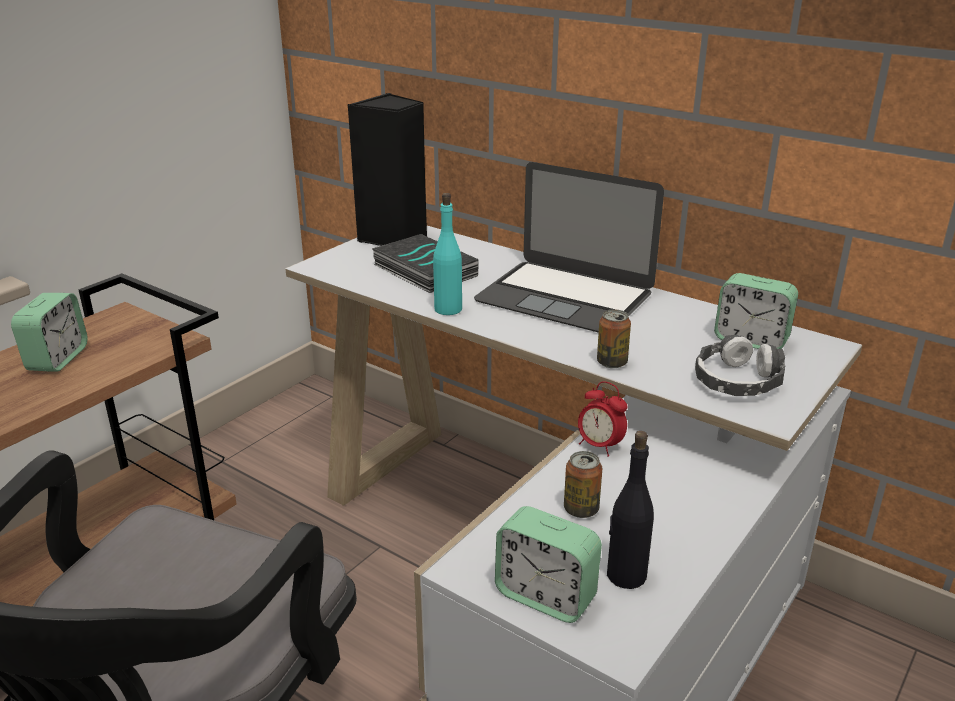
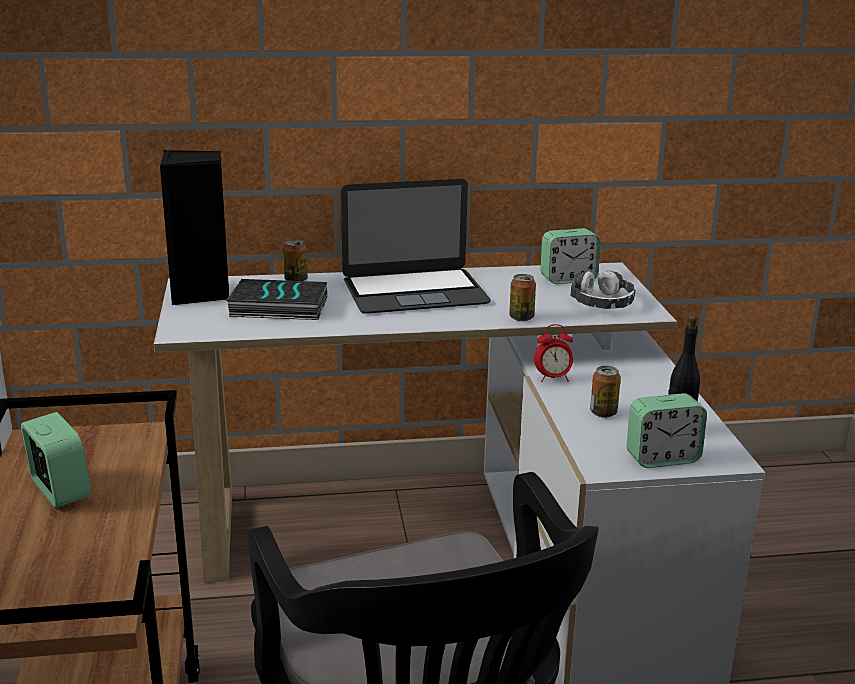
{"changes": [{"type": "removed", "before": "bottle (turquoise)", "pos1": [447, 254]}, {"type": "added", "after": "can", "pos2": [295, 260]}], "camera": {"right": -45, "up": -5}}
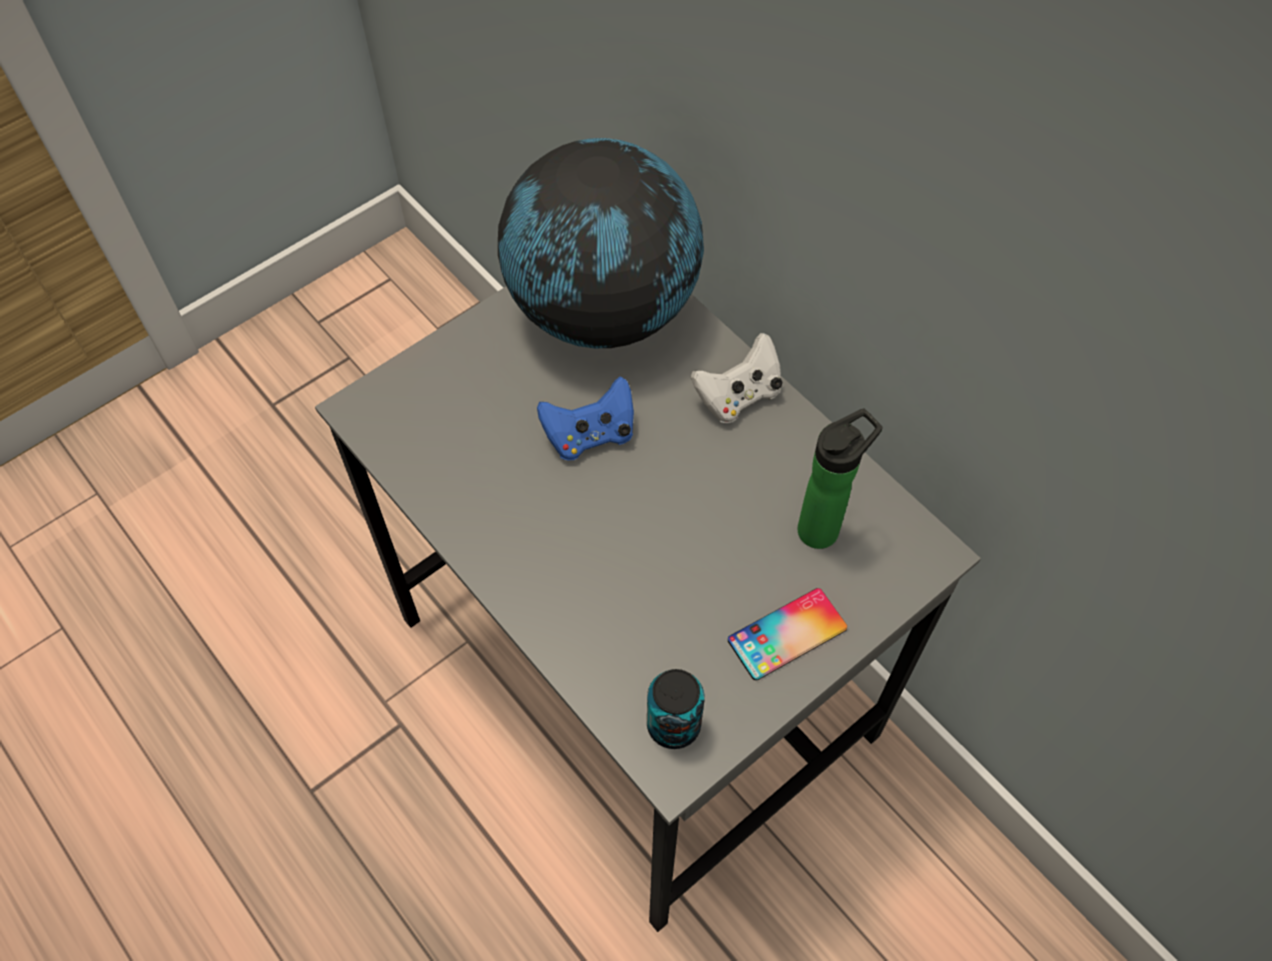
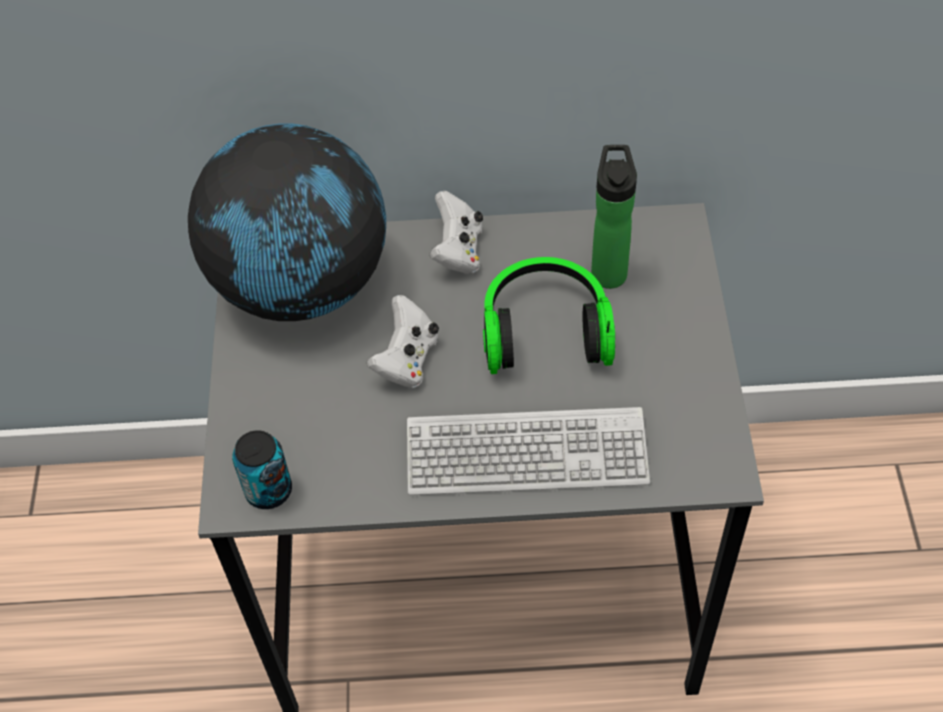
{"changes": [{"type": "removed", "before": "phone", "pos1": [787, 634]}, {"type": "added", "after": "keyboard", "pos2": [528, 451]}, {"type": "added", "after": "headphones", "pos2": [549, 315]}, {"type": "moved", "before": "can", "pos1": [676, 709], "pos2": [262, 469]}, {"type": "recoloured", "before": "game controller (blue)", "after": "game controller (white)", "pos1": [585, 418], "pos2": [402, 341]}], "camera": {"right": -50, "up": -5}}
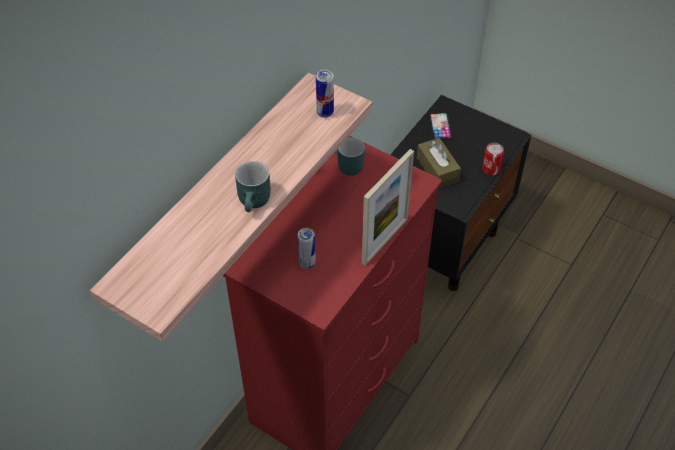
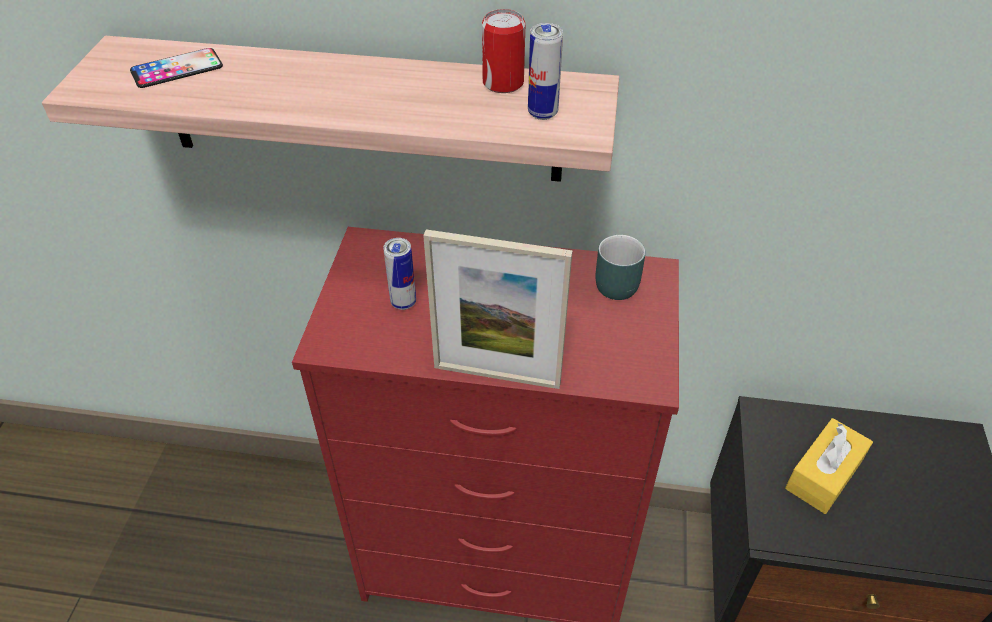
{"changes": [{"type": "removed", "before": "mug (turquoise)", "pos1": [253, 186]}, {"type": "moved", "before": "phone", "pos1": [441, 126], "pos2": [176, 68]}, {"type": "moved", "before": "can", "pos1": [493, 159], "pos2": [503, 51]}, {"type": "recoloured", "before": "tissue box (brown)", "after": "tissue box (yellow)", "pos1": [439, 163], "pos2": [829, 466]}], "camera": {"right": 65, "up": -5}}
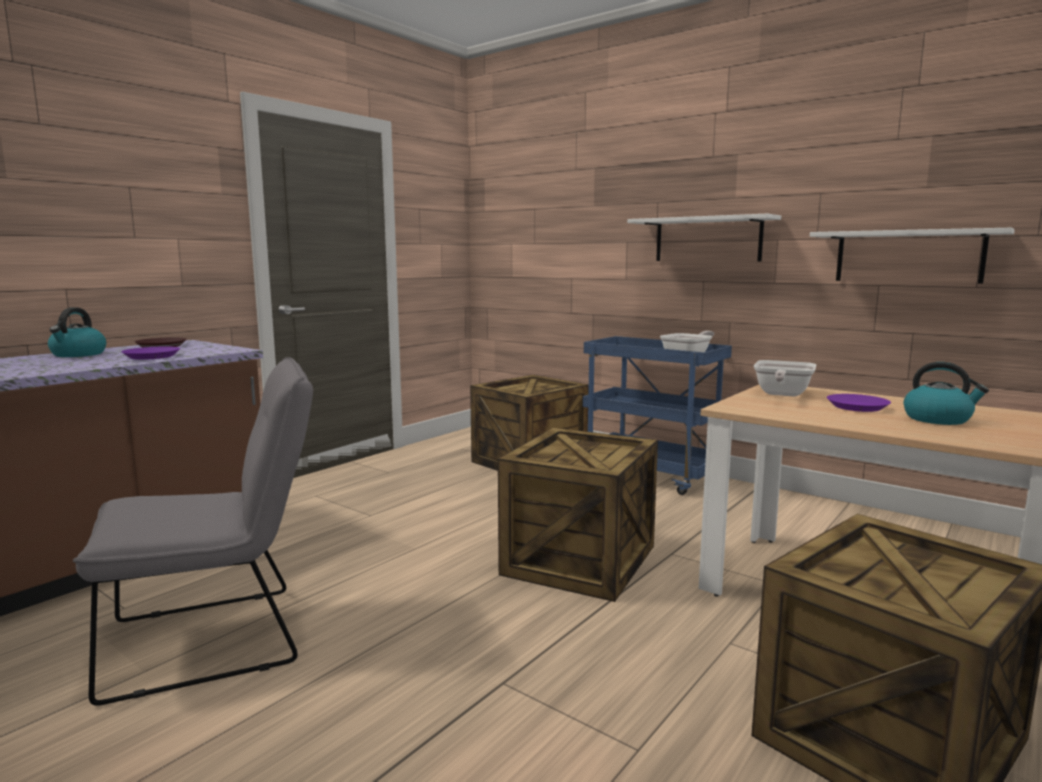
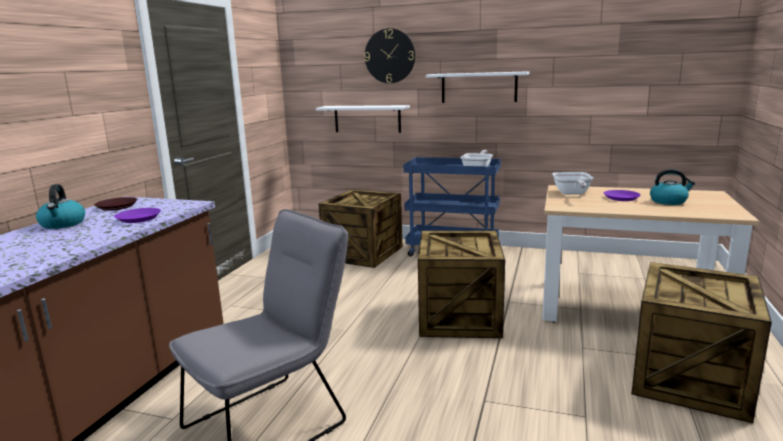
{"changes": [{"type": "added", "after": "wall clock", "pos2": [389, 55]}, {"type": "moved", "before": "shelf (white)", "pos1": [912, 256], "pos2": [363, 119]}], "camera": {"right": -20, "up": 5}}
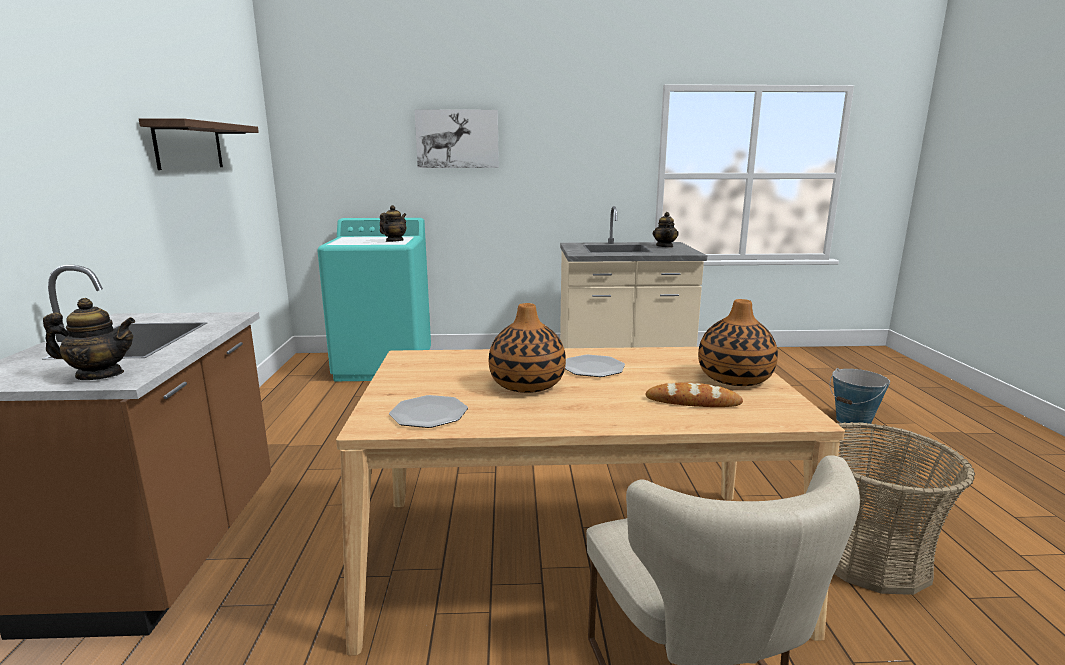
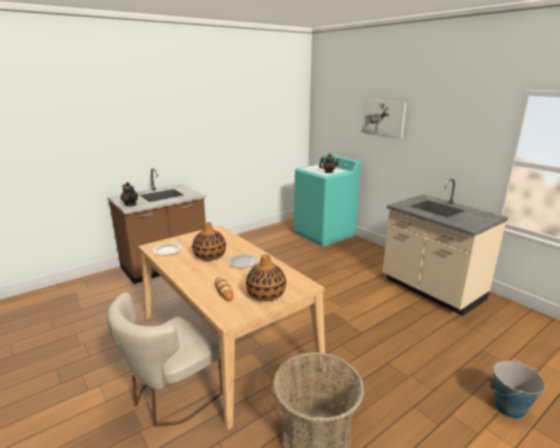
{"changes": [{"type": "removed", "before": "shelf", "pos1": [199, 144]}, {"type": "removed", "before": "teapot", "pos1": [666, 229]}], "camera": {"right": 55, "up": 5}}
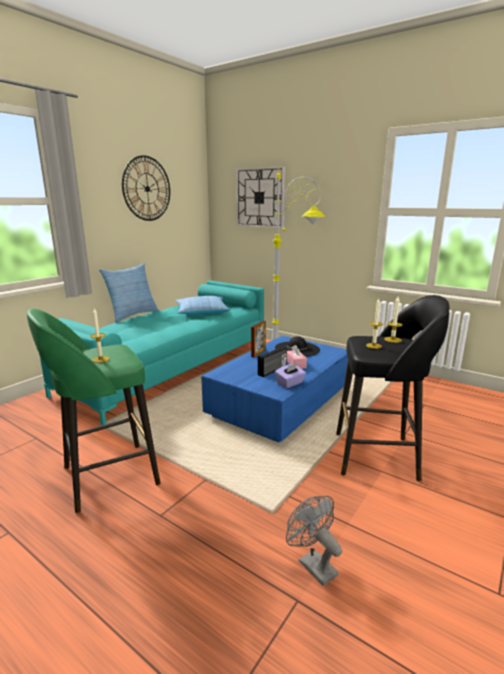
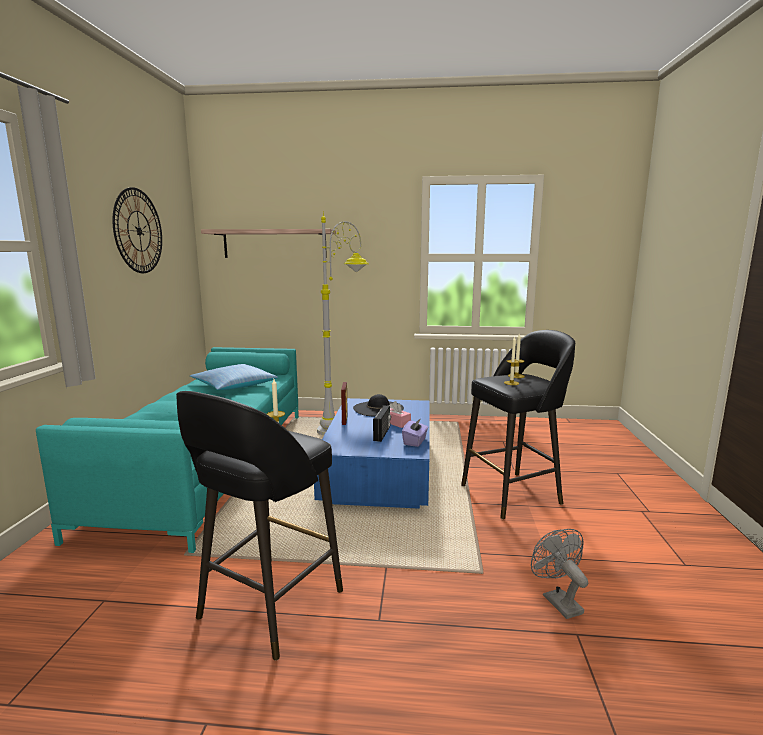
{"changes": [{"type": "removed", "before": "pillow", "pos1": [129, 293]}, {"type": "replaced", "before": "wall clock", "after": "shelf", "pos1": [260, 197], "pos2": [268, 243]}, {"type": "recoloured", "before": "stool (green)", "after": "stool (black)", "pos1": [94, 411], "pos2": [259, 525]}, {"type": "turned", "before": "fan (grey)", "pos1": [314, 541], "pos2": [559, 574], "turn": 45}], "camera": {"right": -30, "up": -5}}
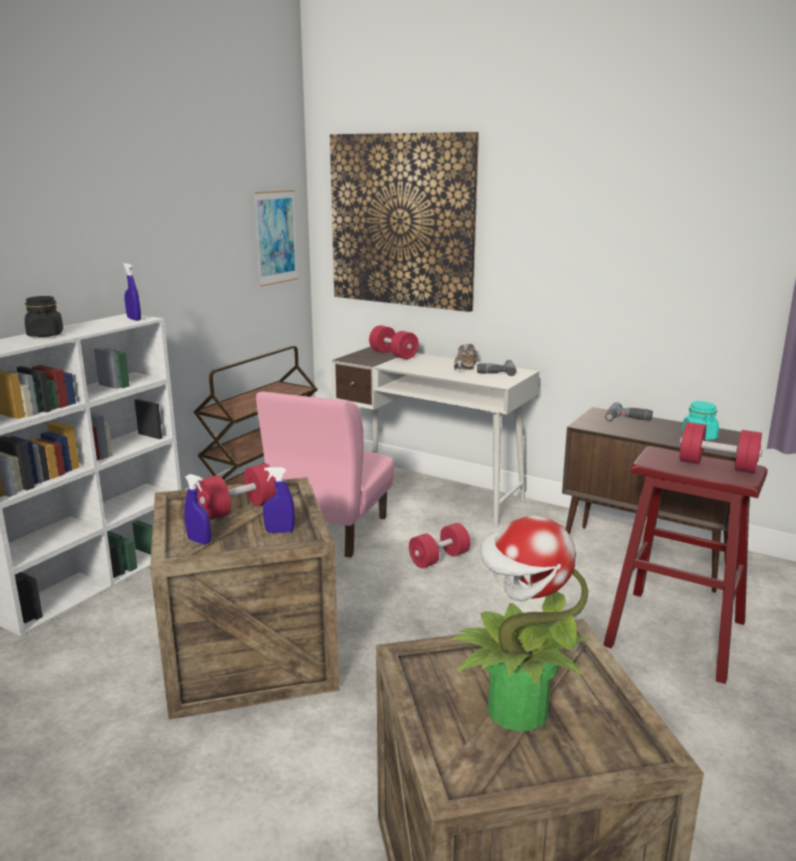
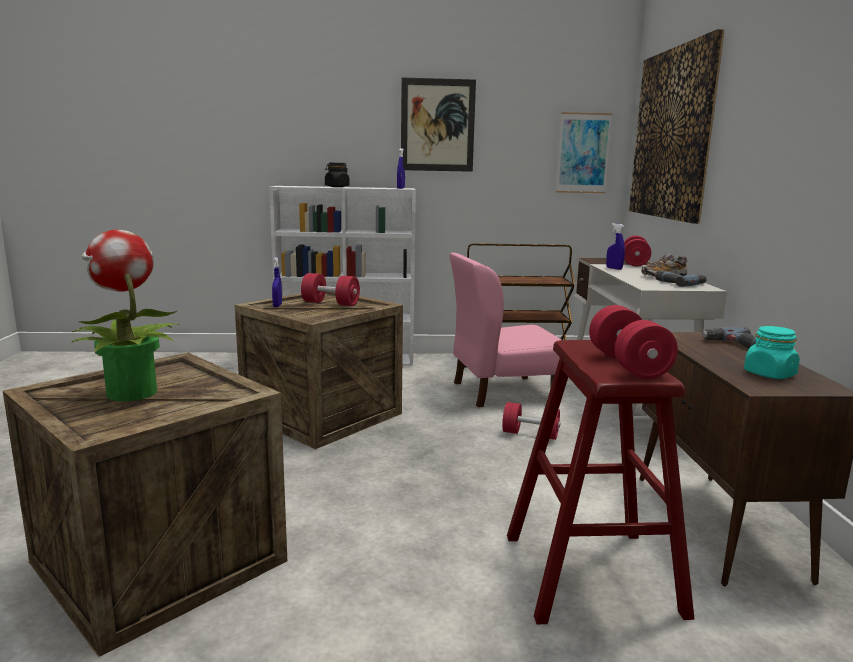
{"changes": [{"type": "added", "after": "picture", "pos2": [438, 124]}, {"type": "moved", "before": "spray bottle (blue)", "pos1": [279, 500], "pos2": [615, 246]}], "camera": {"right": 55, "up": -5}}
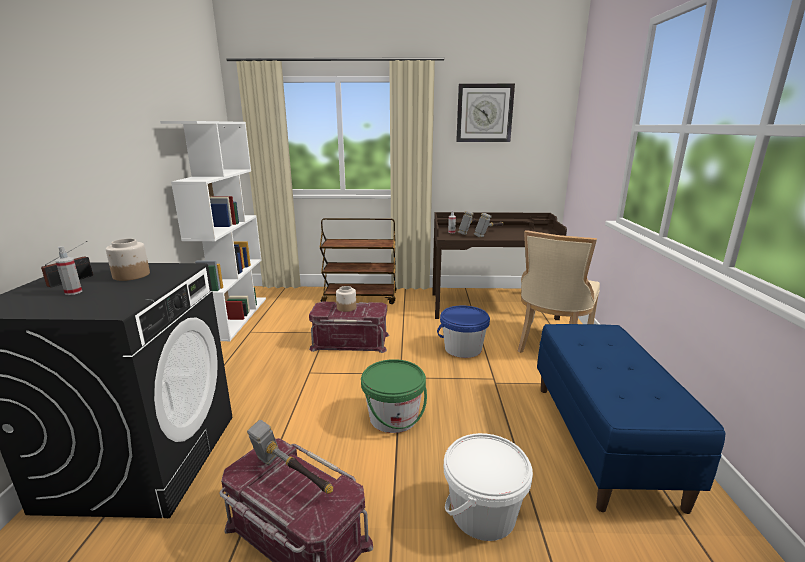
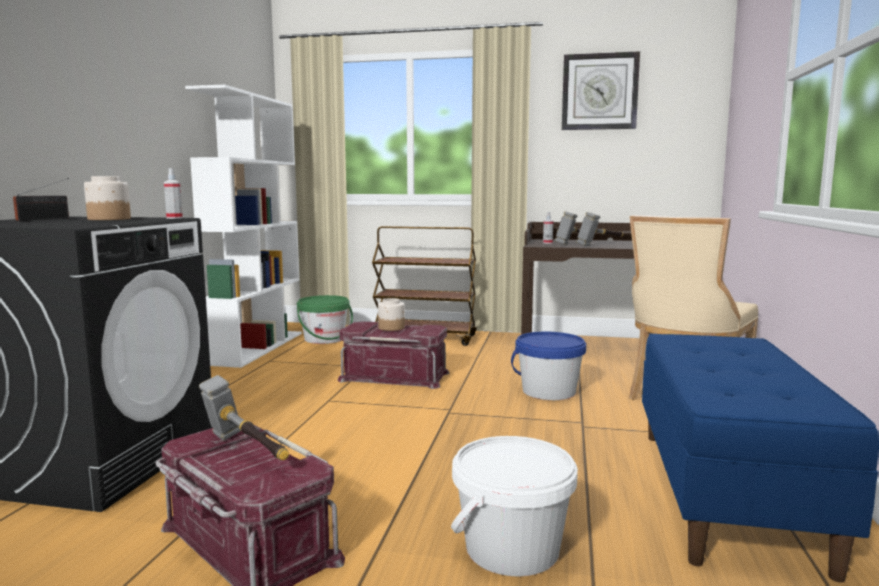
{"changes": [{"type": "moved", "before": "spray bottle", "pos1": [68, 270], "pos2": [173, 193]}, {"type": "moved", "before": "bucket (green)", "pos1": [394, 396], "pos2": [325, 319]}], "camera": {"right": 10, "up": -10}}
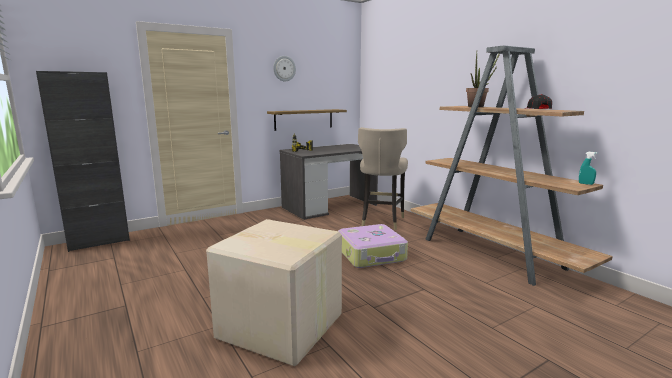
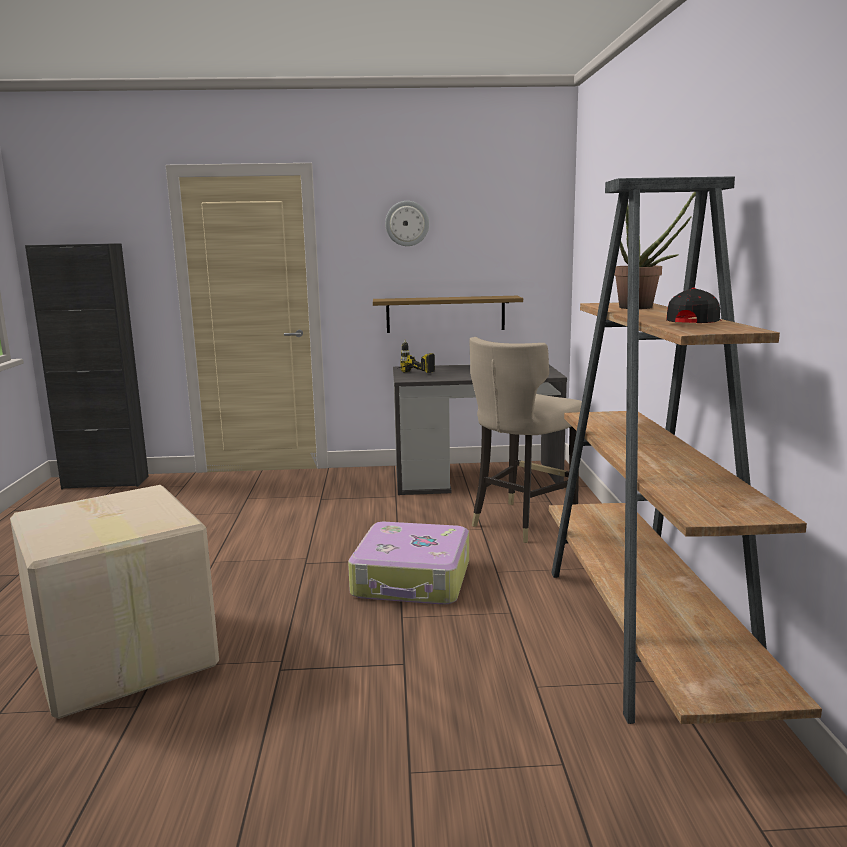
{"changes": [{"type": "removed", "before": "spray bottle (turquoise)", "pos1": [588, 168]}], "camera": {"right": 30, "up": 0}}
